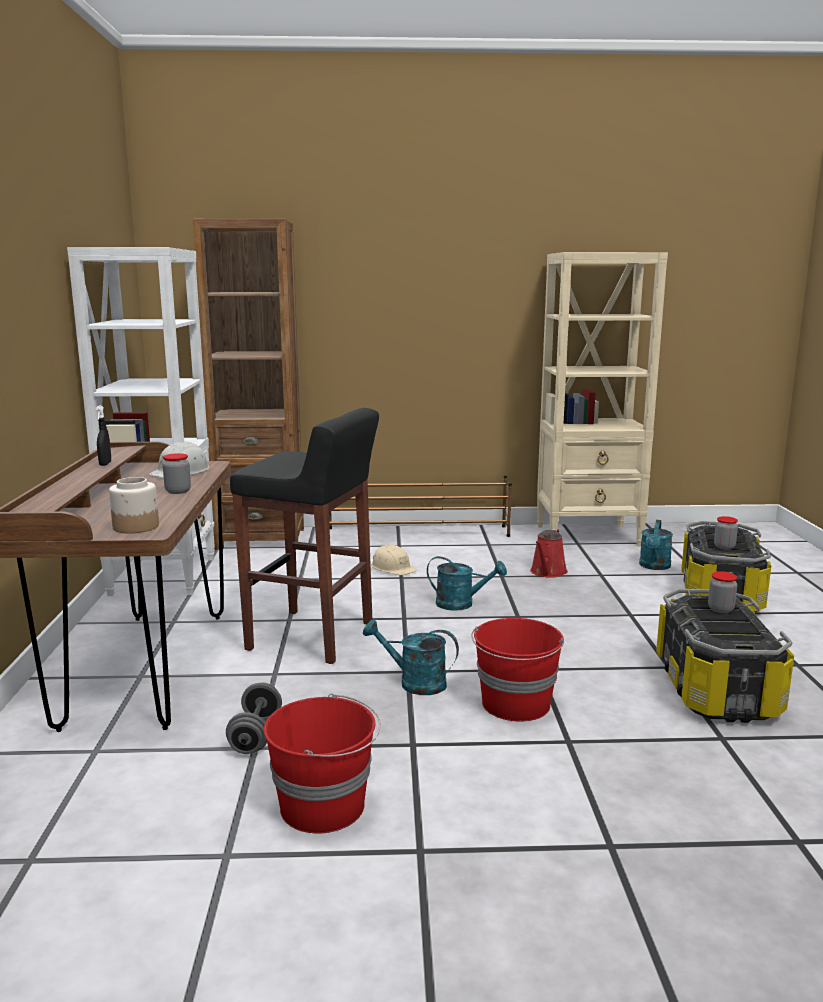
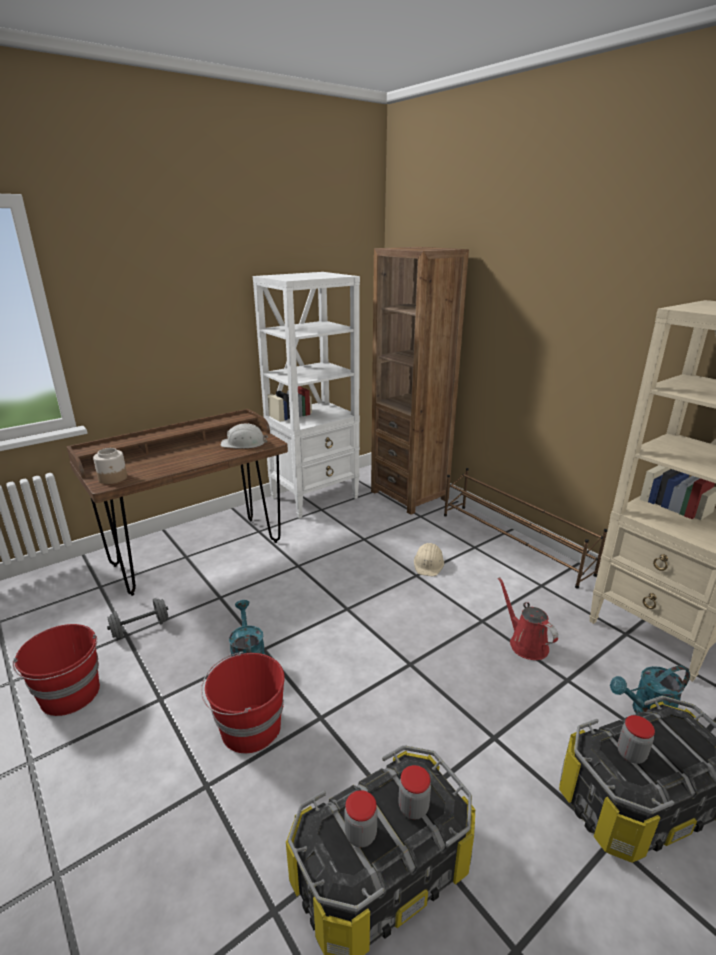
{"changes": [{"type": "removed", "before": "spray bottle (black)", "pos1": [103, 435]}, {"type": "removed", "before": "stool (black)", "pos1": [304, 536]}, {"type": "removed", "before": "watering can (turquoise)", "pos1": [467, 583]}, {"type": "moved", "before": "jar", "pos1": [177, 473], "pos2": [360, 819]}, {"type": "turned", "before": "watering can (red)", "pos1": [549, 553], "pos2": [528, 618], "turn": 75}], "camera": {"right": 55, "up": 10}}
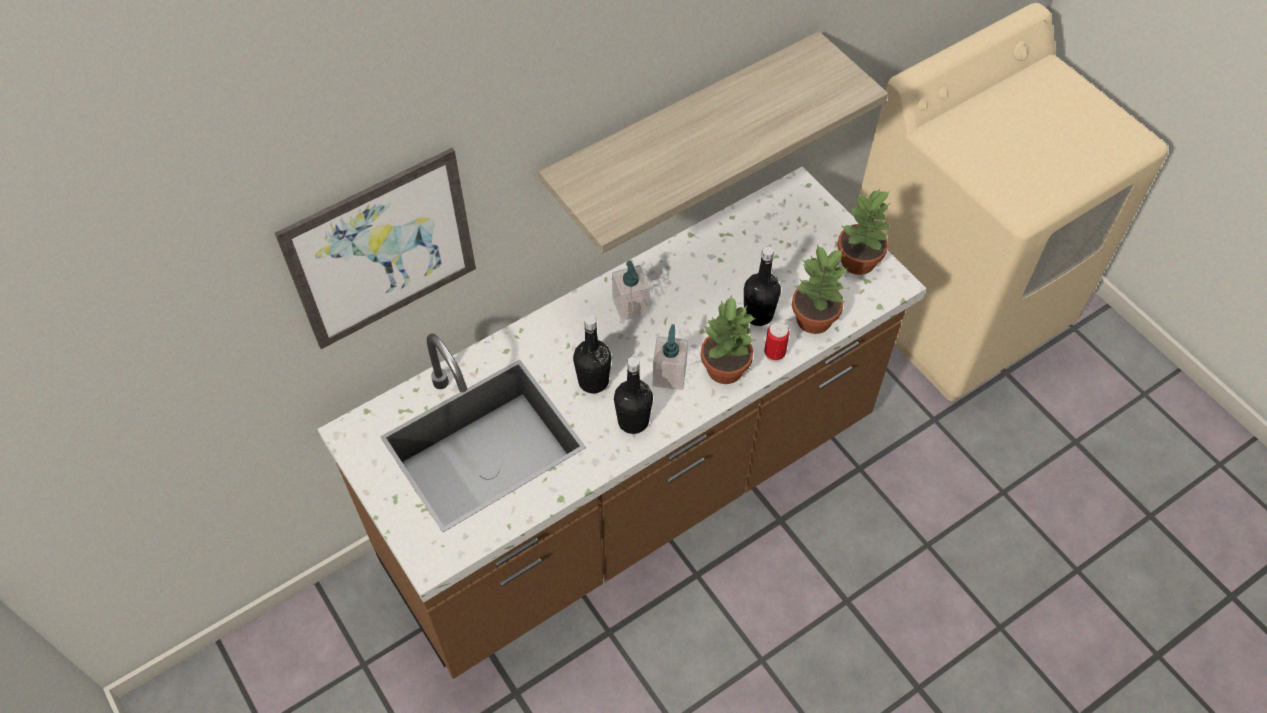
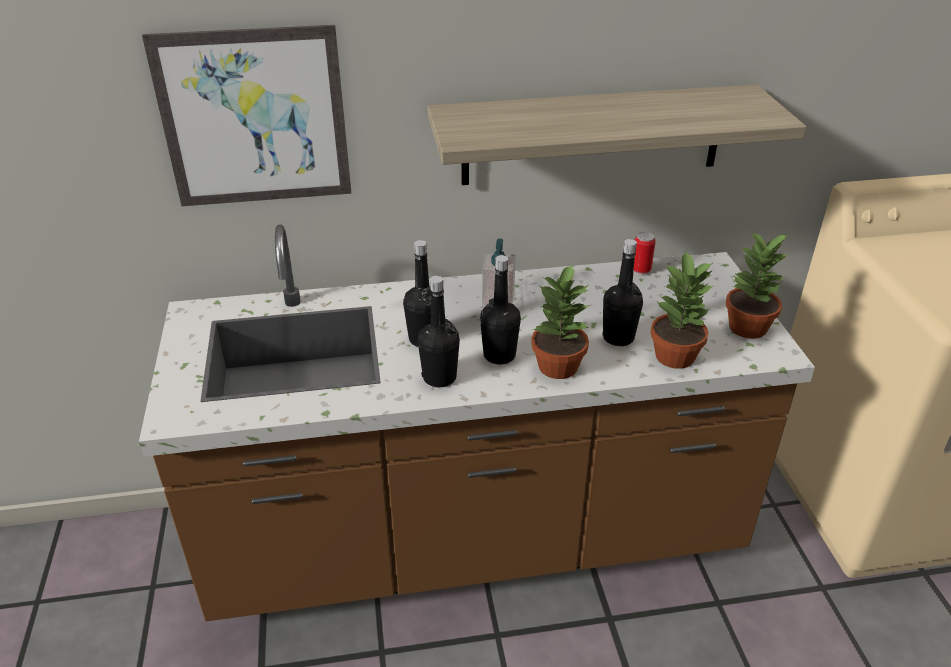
{"changes": [{"type": "moved", "before": "can", "pos1": [777, 342], "pos2": [644, 254]}, {"type": "replaced", "before": "soap dispenser", "after": "bottle (black)", "pos1": [670, 357], "pos2": [500, 310]}], "camera": {"right": 25, "up": -20}}
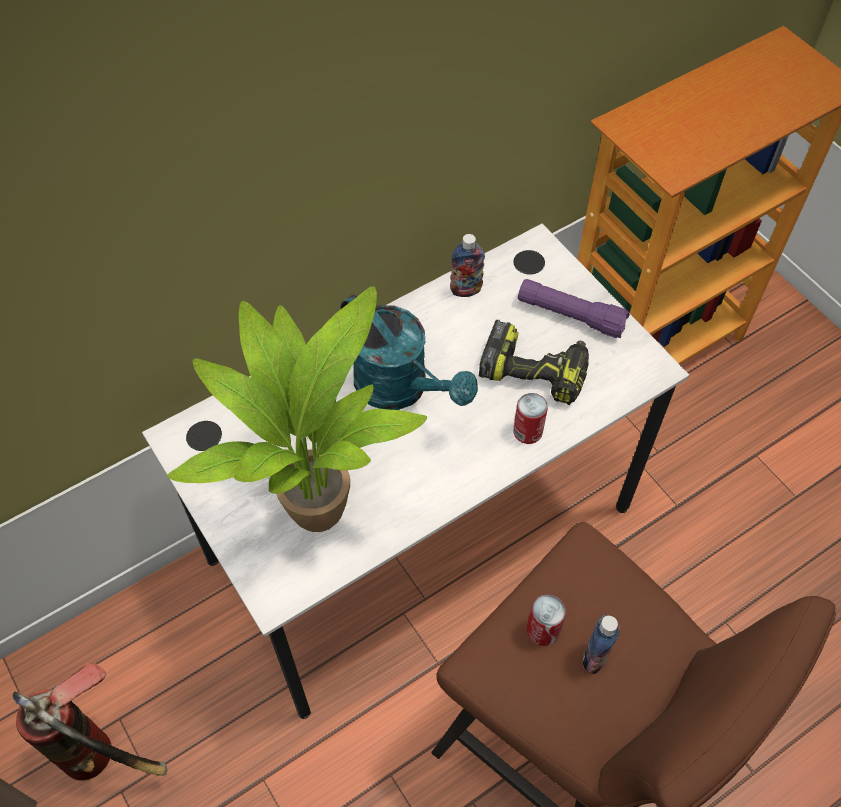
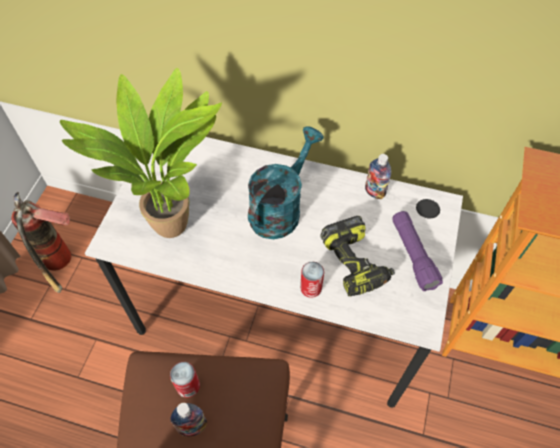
{"changes": [{"type": "turned", "before": "watering can (turquoise)", "pos1": [409, 352], "pos2": [286, 182], "turn": -150}], "camera": {"right": 50, "up": 0}}
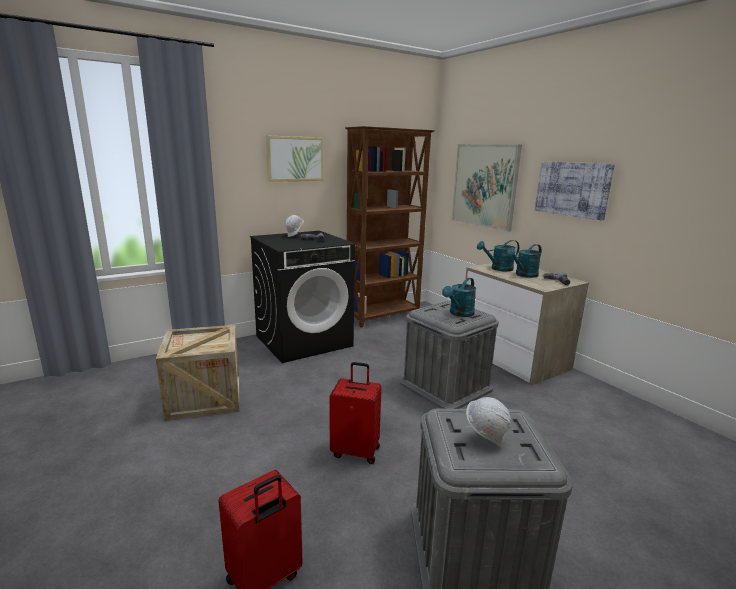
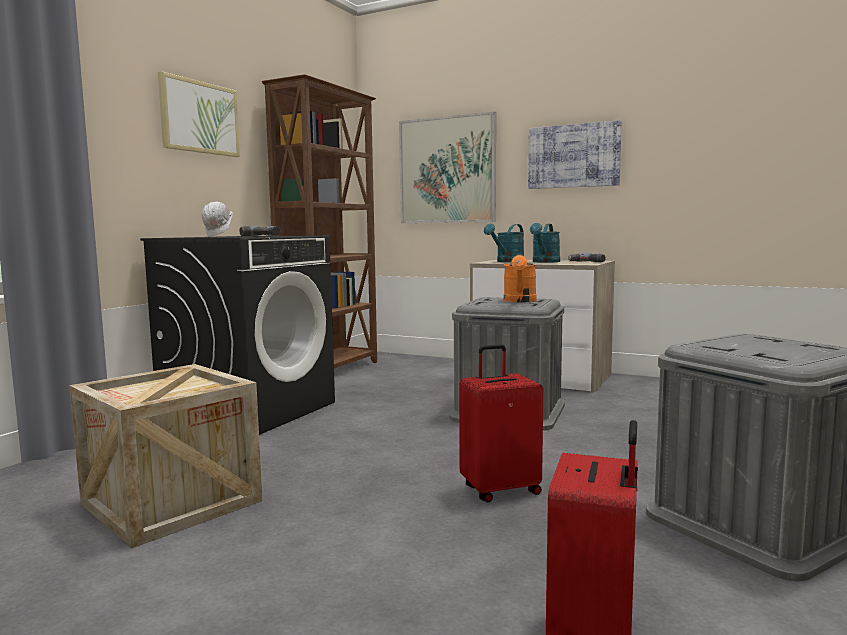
{"changes": [{"type": "removed", "before": "hard hat (white)", "pos1": [488, 422]}, {"type": "recoloured", "before": "watering can (turquoise)", "after": "watering can (orange)", "pos1": [459, 297], "pos2": [520, 278]}], "camera": {"right": -30, "up": -10}}
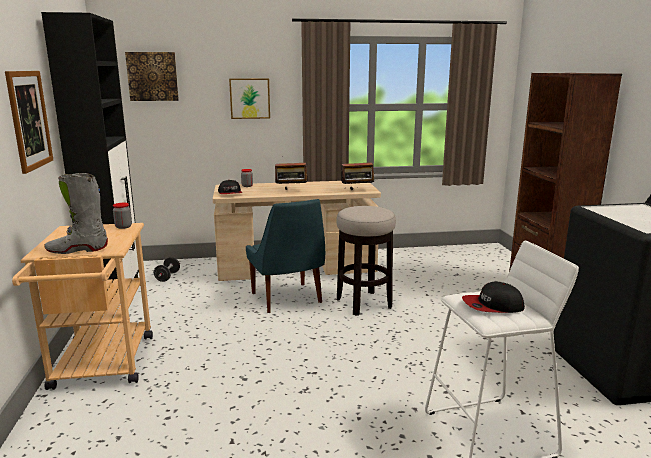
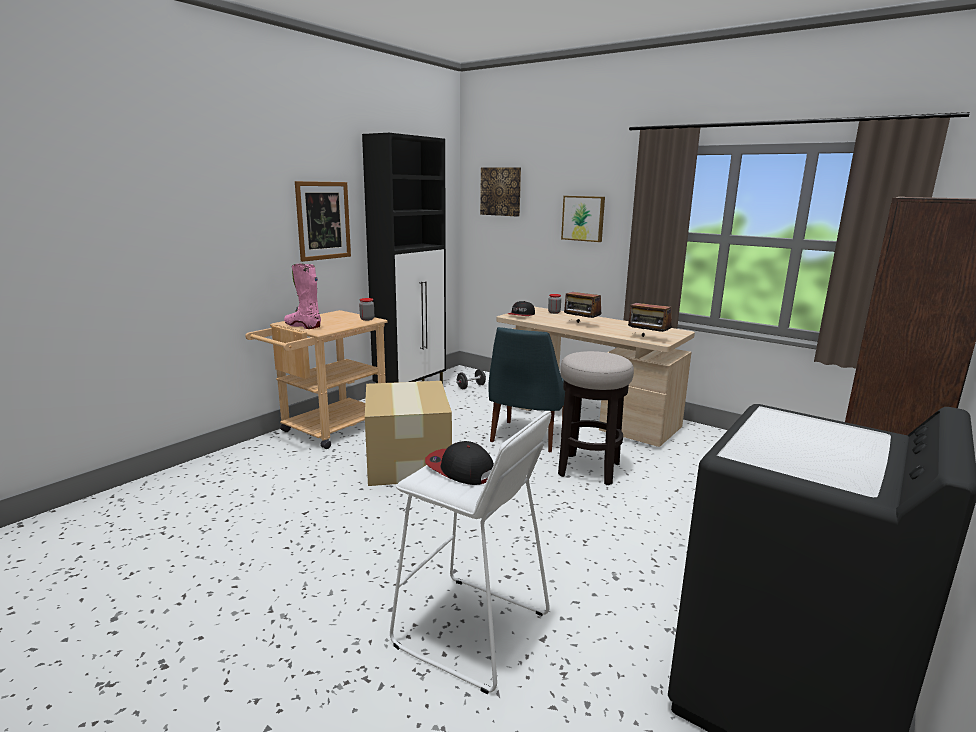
{"changes": [{"type": "added", "after": "cardboard box", "pos2": [408, 433]}, {"type": "recoloured", "before": "boot (grey)", "after": "boot (pink)", "pos1": [76, 213], "pos2": [302, 296]}], "camera": {"right": 45, "up": 0}}
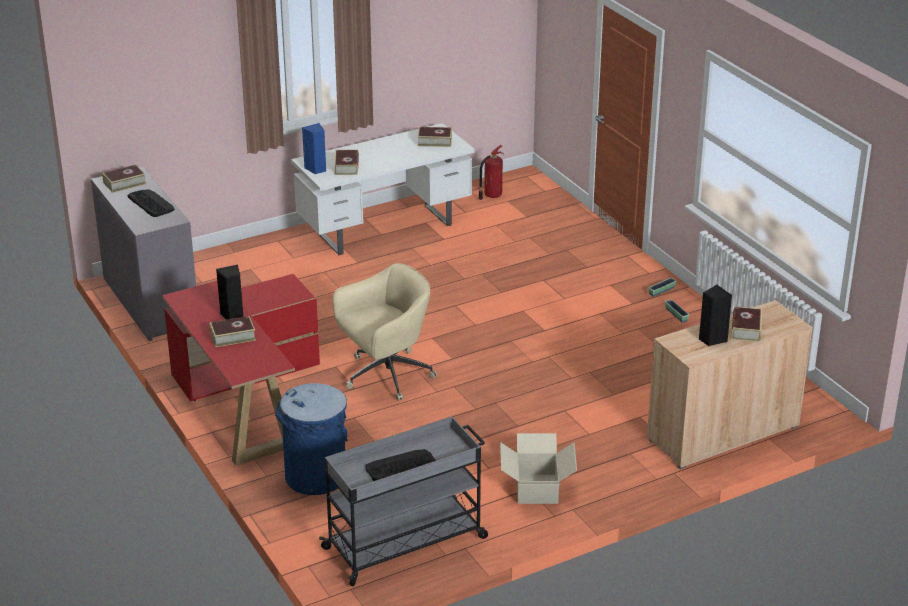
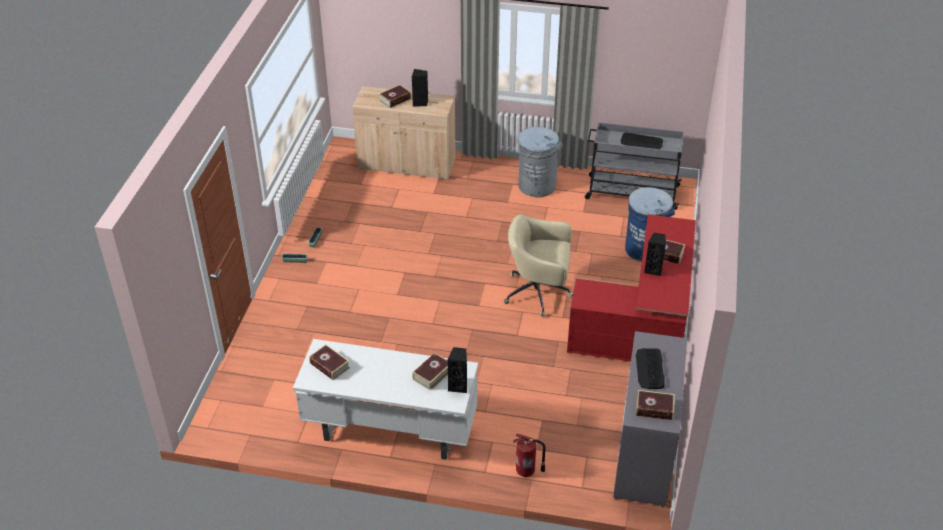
{"changes": [{"type": "moved", "before": "fire extinguisher", "pos1": [490, 172], "pos2": [529, 455]}, {"type": "replaced", "before": "cardboard box", "after": "trash can (grey)", "pos1": [538, 468], "pos2": [540, 162]}, {"type": "recoloured", "before": "speaker (blue)", "after": "speaker (black)", "pos1": [314, 148], "pos2": [457, 370]}], "camera": {"right": -140, "up": 10}}
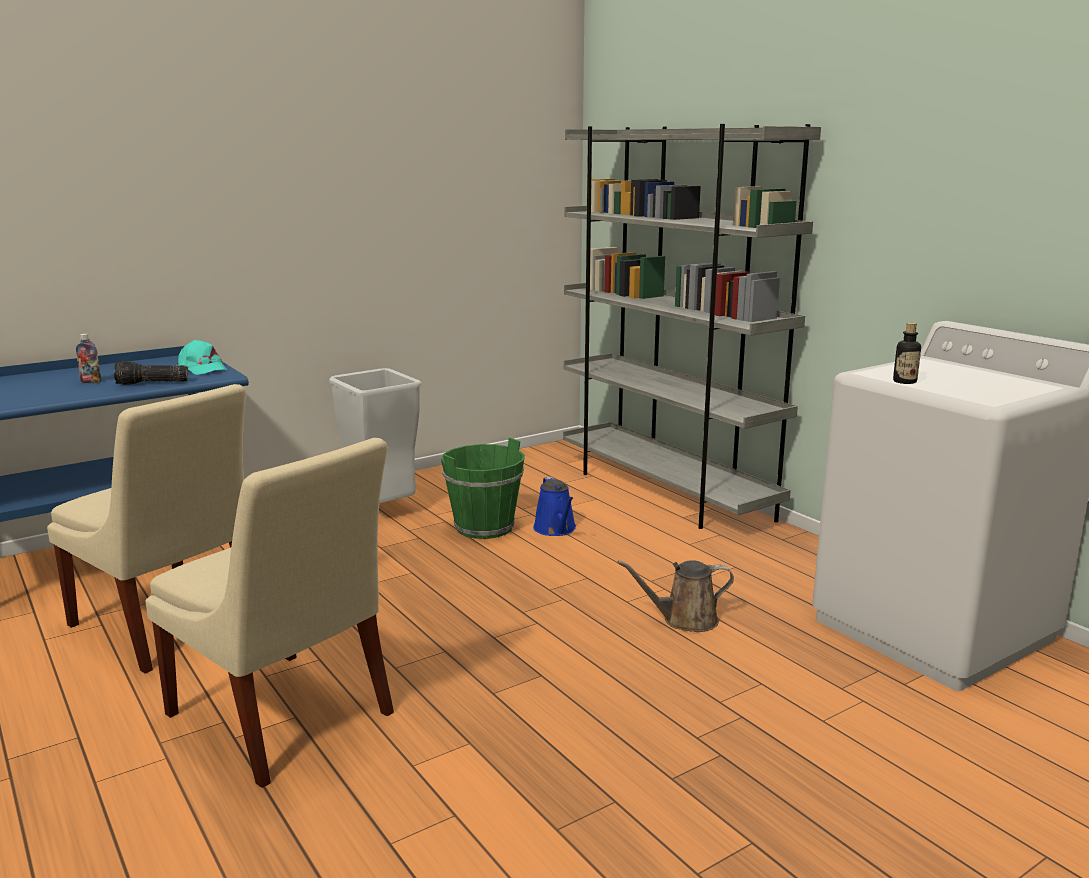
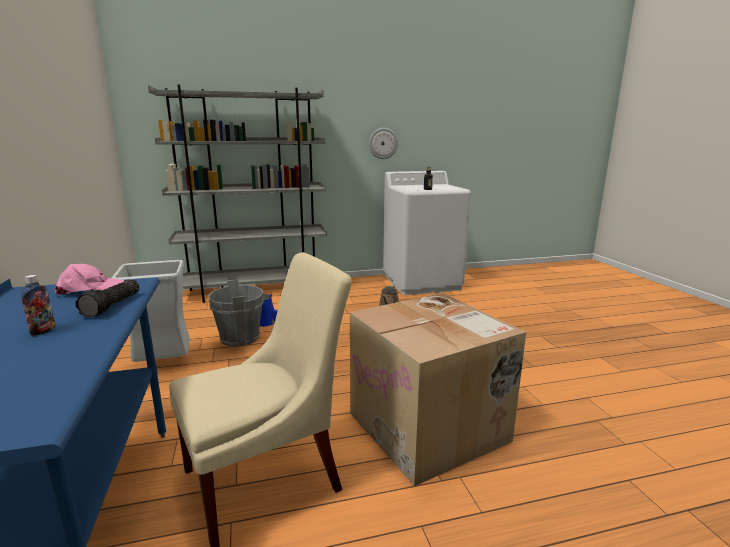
{"changes": [{"type": "added", "after": "wall clock", "pos2": [383, 143]}, {"type": "replaced", "before": "chair (beige)", "after": "cardboard box", "pos1": [269, 613], "pos2": [438, 389]}, {"type": "recoloured", "before": "cap (turquoise)", "after": "cap (pink)", "pos1": [201, 357], "pos2": [89, 280]}, {"type": "recoloured", "before": "bucket (green)", "after": "bucket (grey)", "pos1": [483, 488], "pos2": [236, 313]}], "camera": {"right": -70, "up": 0}}
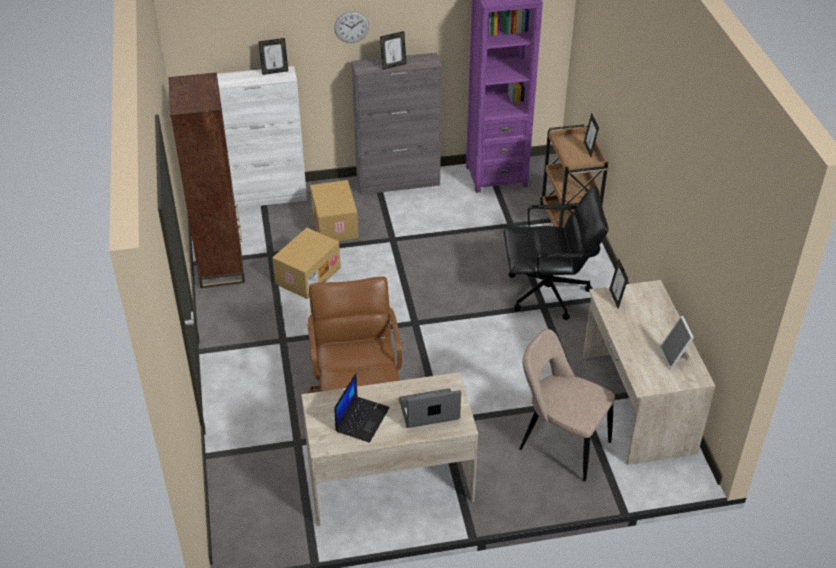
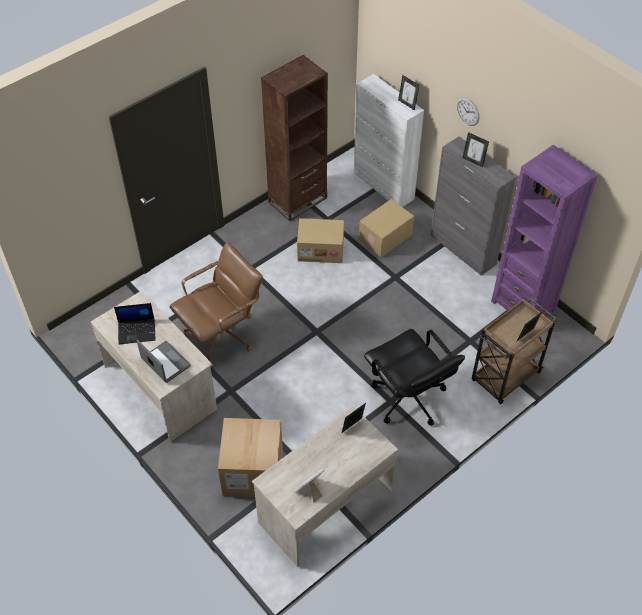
{"changes": [{"type": "replaced", "before": "chair (beige)", "after": "cardboard box", "pos1": [567, 405], "pos2": [250, 457]}], "camera": {"right": 60, "up": 10}}
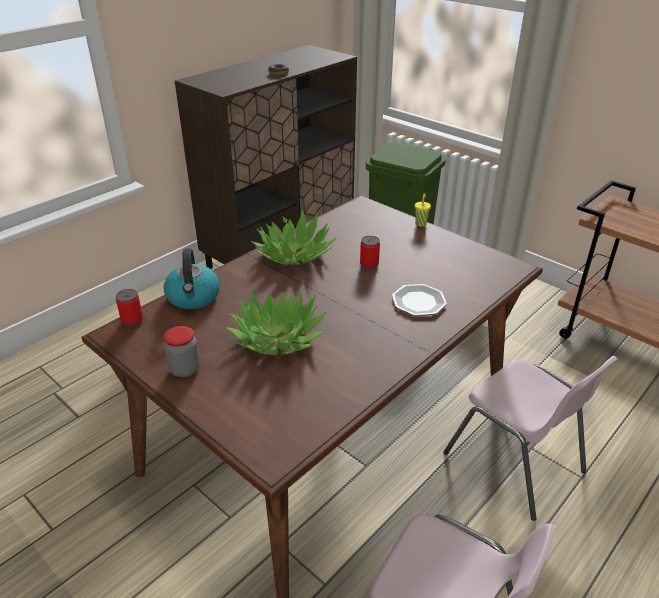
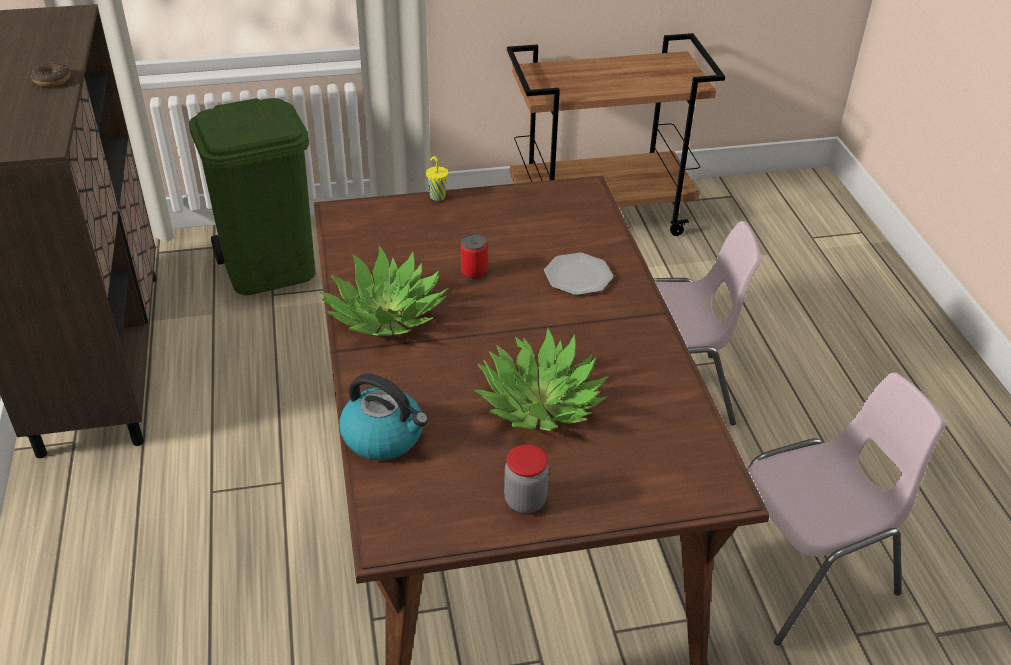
{"changes": [{"type": "removed", "before": "can", "pos1": [129, 308]}], "camera": {"right": -55, "up": 5}}
